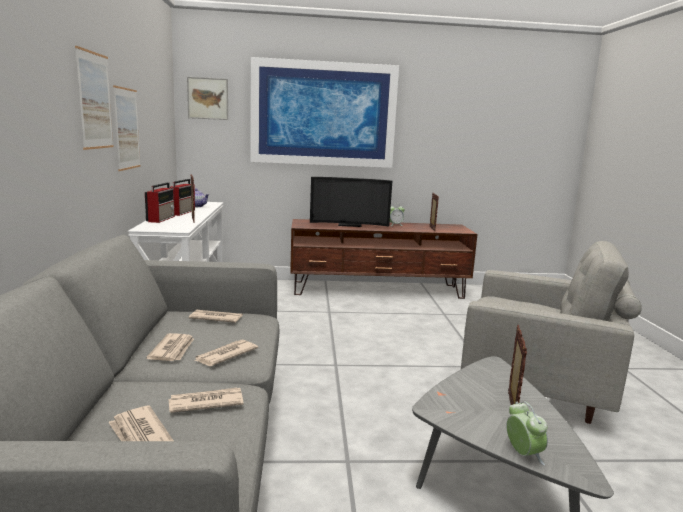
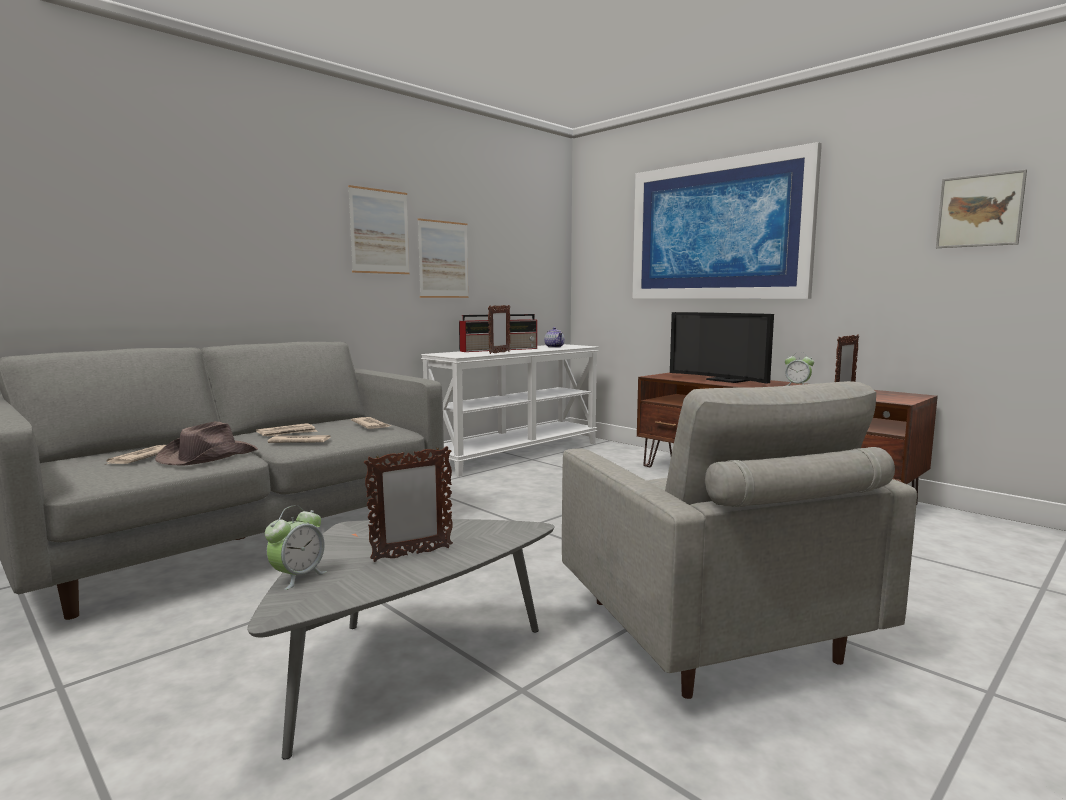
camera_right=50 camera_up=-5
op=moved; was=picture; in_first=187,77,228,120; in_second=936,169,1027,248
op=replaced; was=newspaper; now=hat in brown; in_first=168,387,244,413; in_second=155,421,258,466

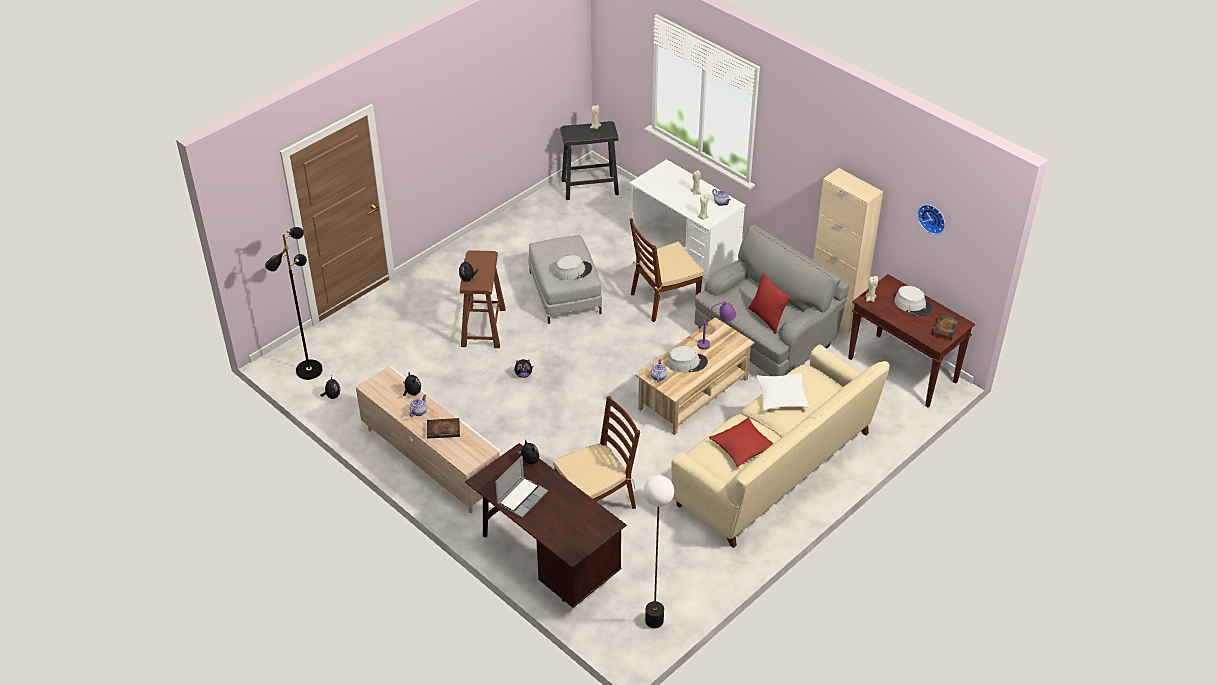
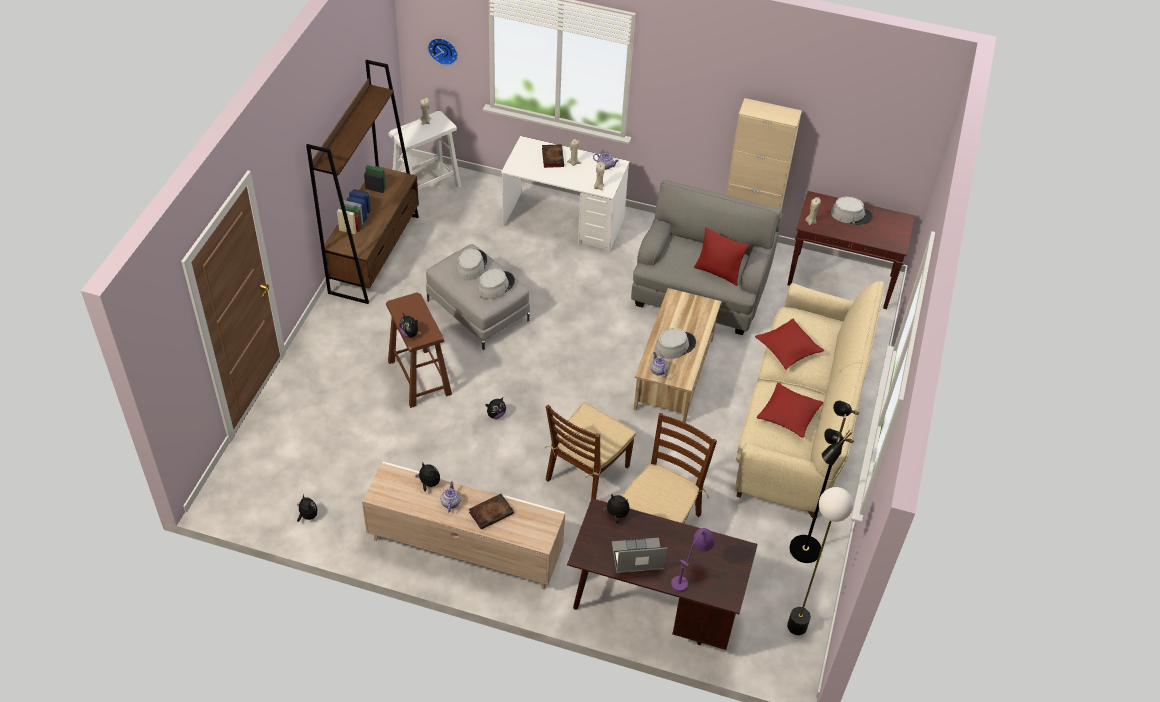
camera_right=-30 camera_up=5
op=added; now=bookcase in brown; in_second=306,60,419,304
op=added; now=hat in grey; in_second=456,248,487,280
op=moved; was=floor lamp in black; in_first=265,227,323,380; in_second=790,400,859,563
op=moved; was=chair in brown; in_first=630,218,704,322; in_second=545,402,636,499
op=moved; was=table lamp in purple; in_first=697,301,736,350; in_second=671,528,715,592
op=moved; was=wall clock; in_first=917,205,945,234; in_second=428,38,458,65
op=moved; was=book; in_first=931,313,959,341; in_second=542,144,564,168
op=recoloured; was=stool in black; now=stool in white; in_first=560,121,619,200; in_second=388,111,461,190
op=recoloured; was=pillow in white; now=pillow in red; in_first=756,373,810,410; in_second=755,319,824,370
op=turned; was=laptop; in_first=495,456,548,518; in_second=612,538,668,573; clockwise=-105

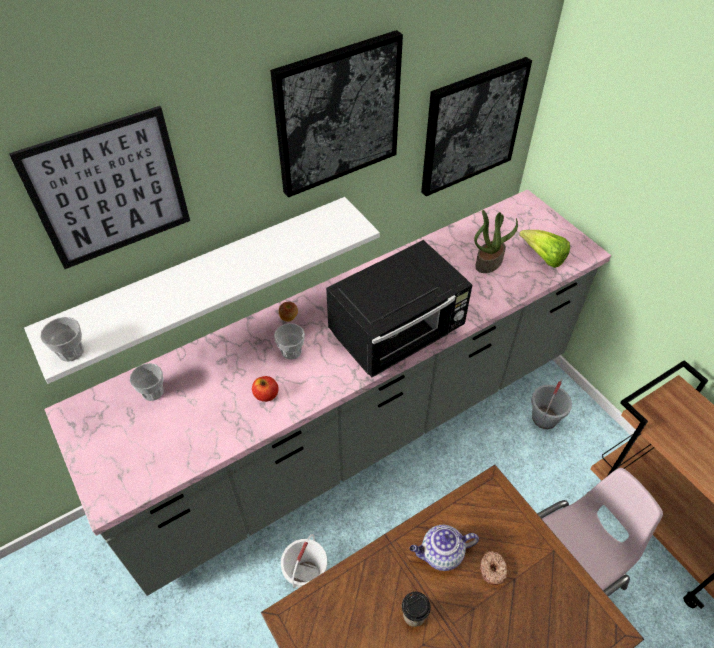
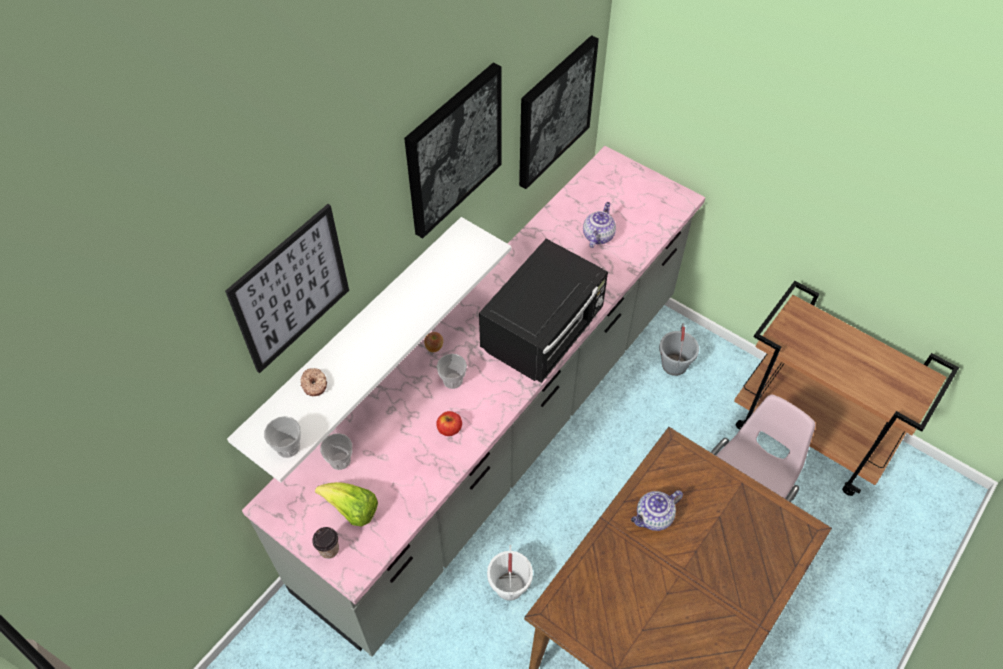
camera_right=-20 camera_up=5
op=moved; was=cup; in_first=402,592,431,627; in_second=312,527,339,559
op=moved; was=donut; in_first=480,551,507,585; in_second=301,368,327,396
op=moved; was=lettuce; in_first=519,230,570,268; in_second=315,482,378,526
op=replaced; was=potted plant; now=teapot; in_first=474,210,518,273; in_second=583,202,616,248

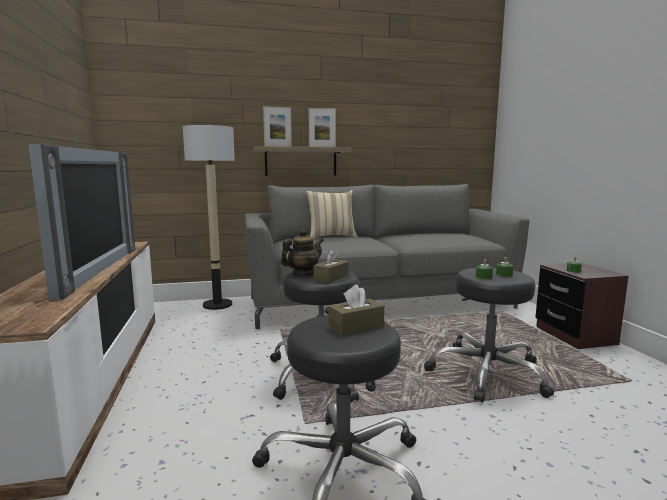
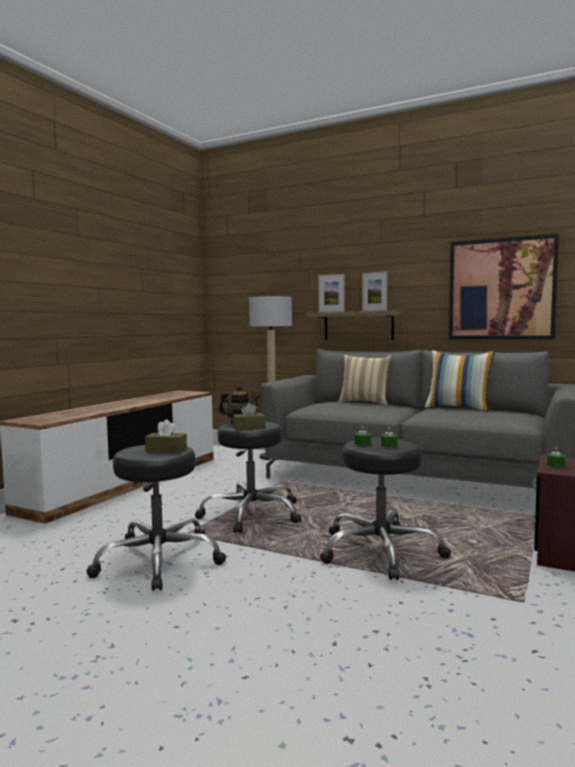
camera_right=40 camera_up=-5
op=removed; was=television; in_first=28,144,136,300
op=added; now=pillow; in_second=425,350,495,412
op=added; now=picture; in_second=449,234,559,339

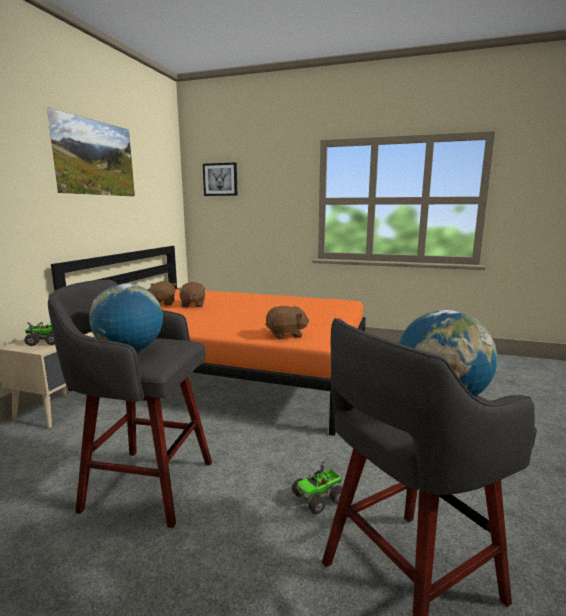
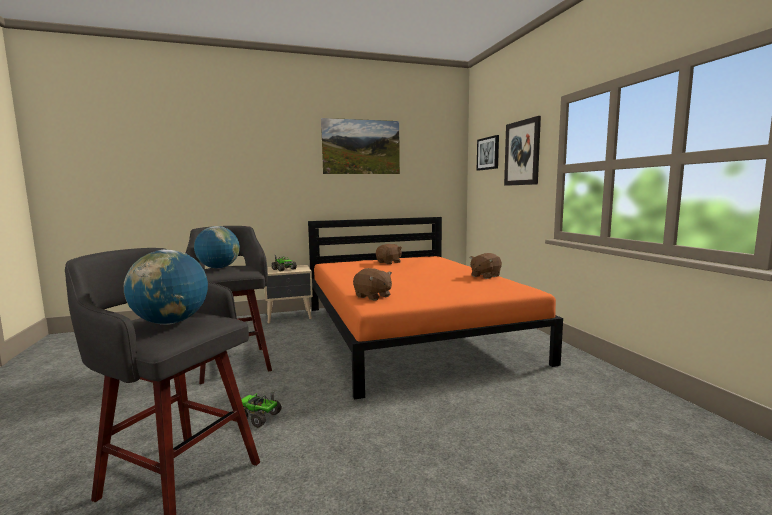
camera_right=55 camera_up=-5
op=added; now=picture; in_second=504,116,541,186
op=moved; was=plush toy in brown; in_first=178,282,205,308; in_second=470,253,502,279

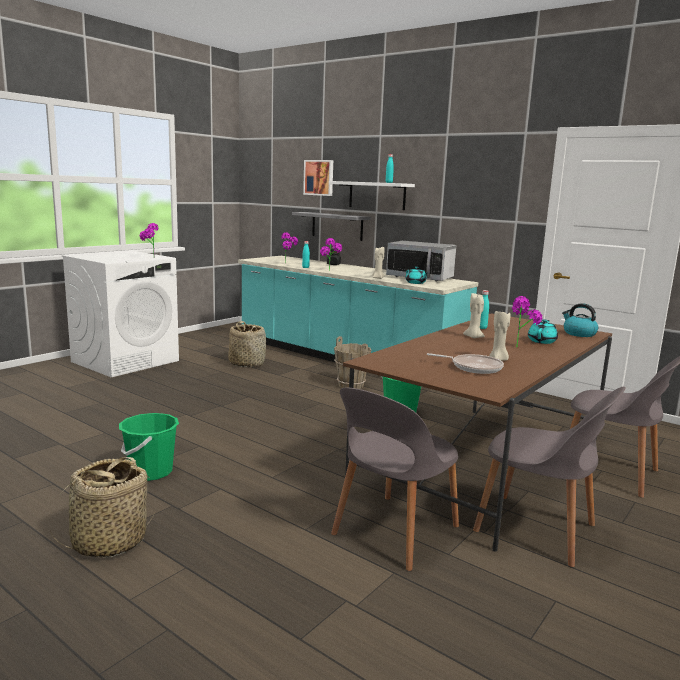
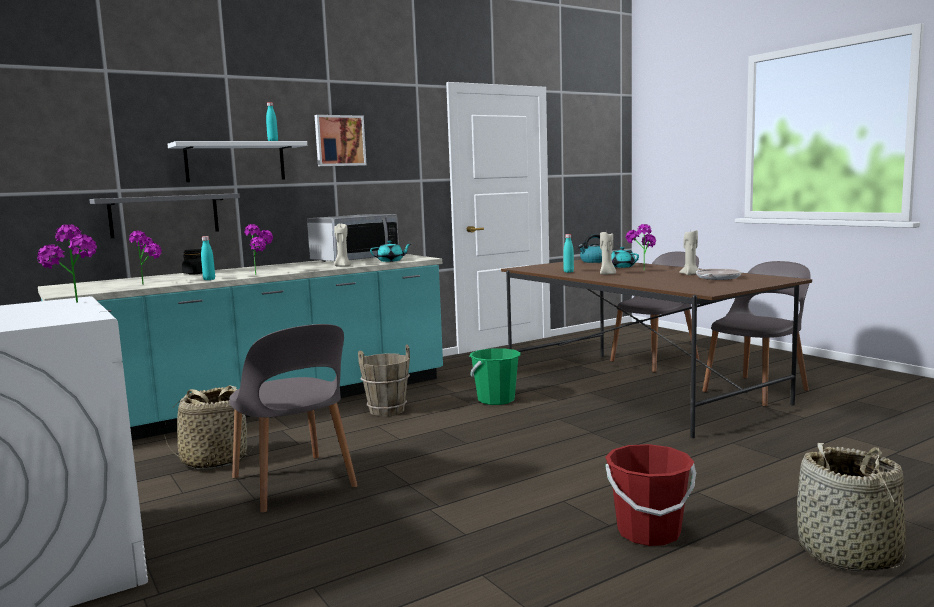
camera_right=-70 camera_up=-5
op=moved; was=picture; in_first=303,160,333,196; in_second=315,115,366,166
op=moved; was=chair in grey; in_first=331,387,459,571; in_second=229,324,358,513
op=recoloured; was=bucket in green; now=bucket in red; in_first=119,413,179,481; in_second=605,444,696,546

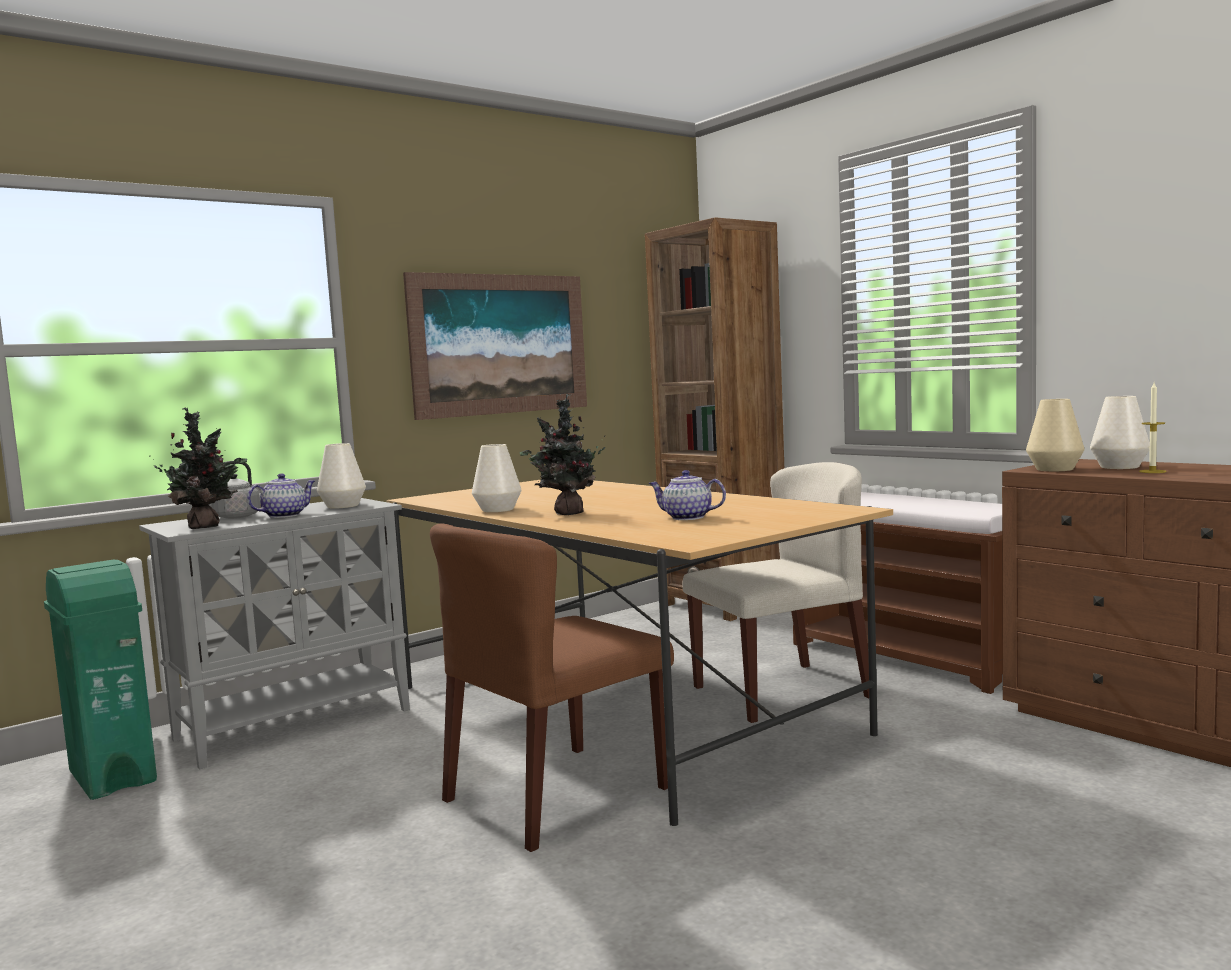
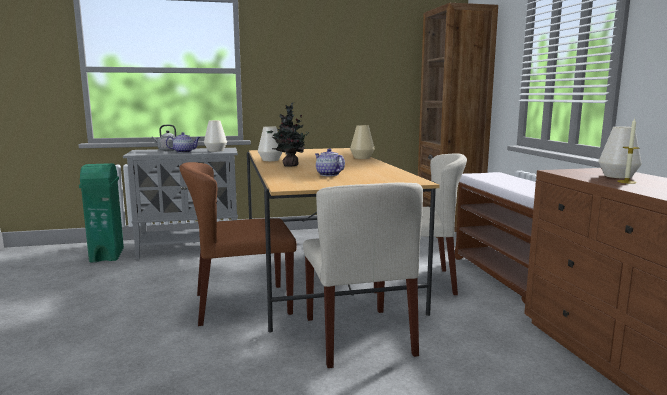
camera_right=25 camera_up=5
op=removed; was=potted plant; in_first=149,408,247,529
op=removed; was=picture; in_first=403,272,587,420
op=added; now=chair in beige; in_second=303,183,423,368
op=moved; was=vase in beige; in_first=1026,399,1085,471; in_second=350,125,375,159

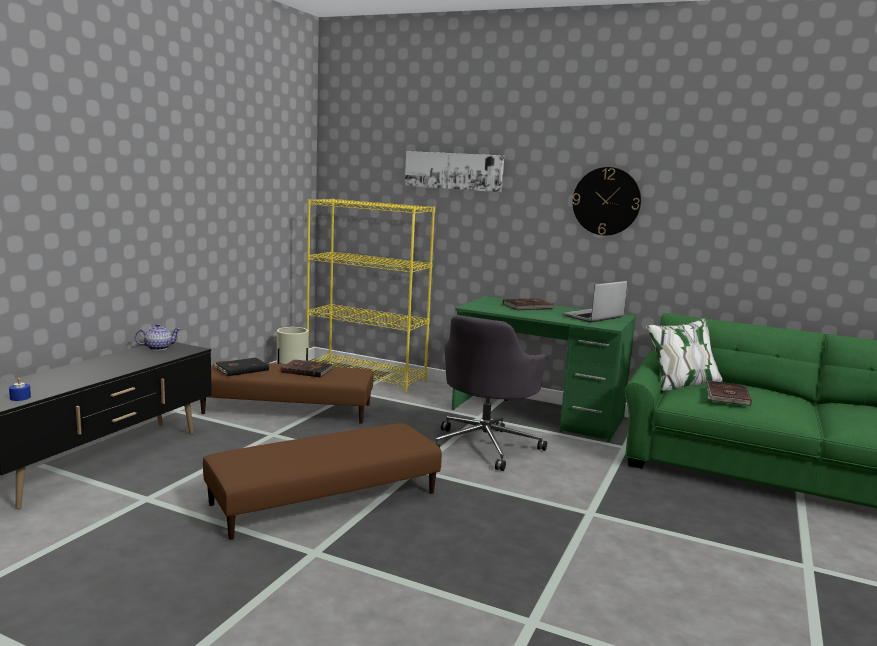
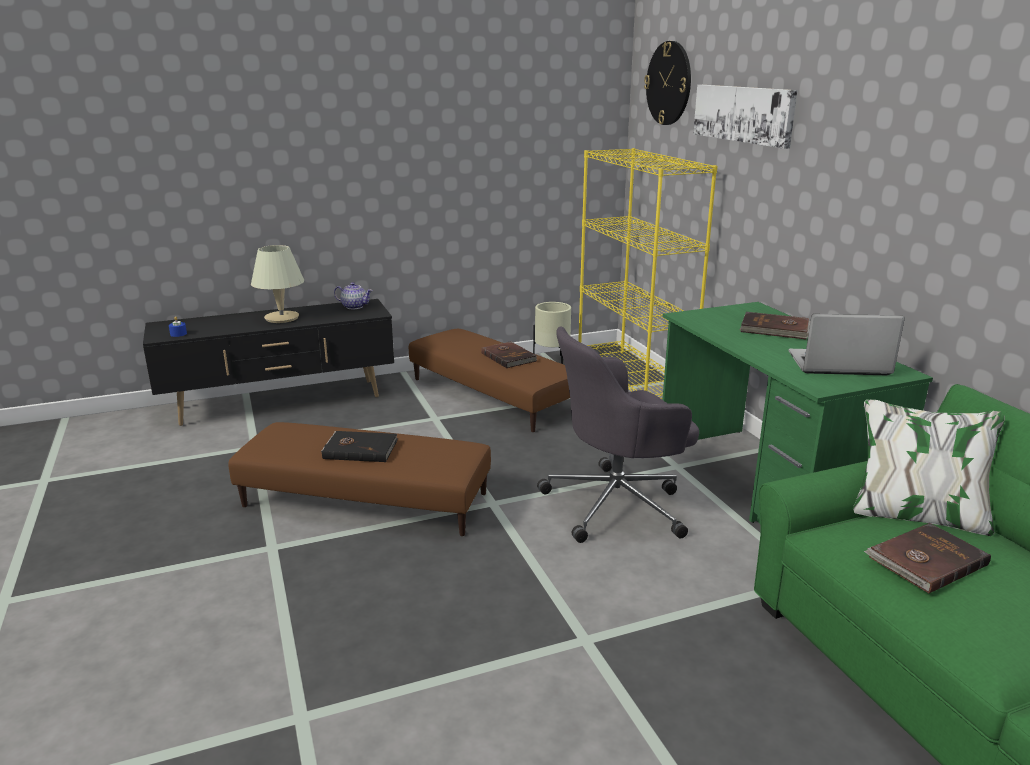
camera_right=45 camera_up=10
op=added; now=table lamp in beige; in_second=251,245,304,323
op=moved; was=book in black; in_first=215,358,269,376; in_second=321,431,398,462
op=moved; was=wall clock; in_first=572,167,641,236; in_second=644,41,691,125

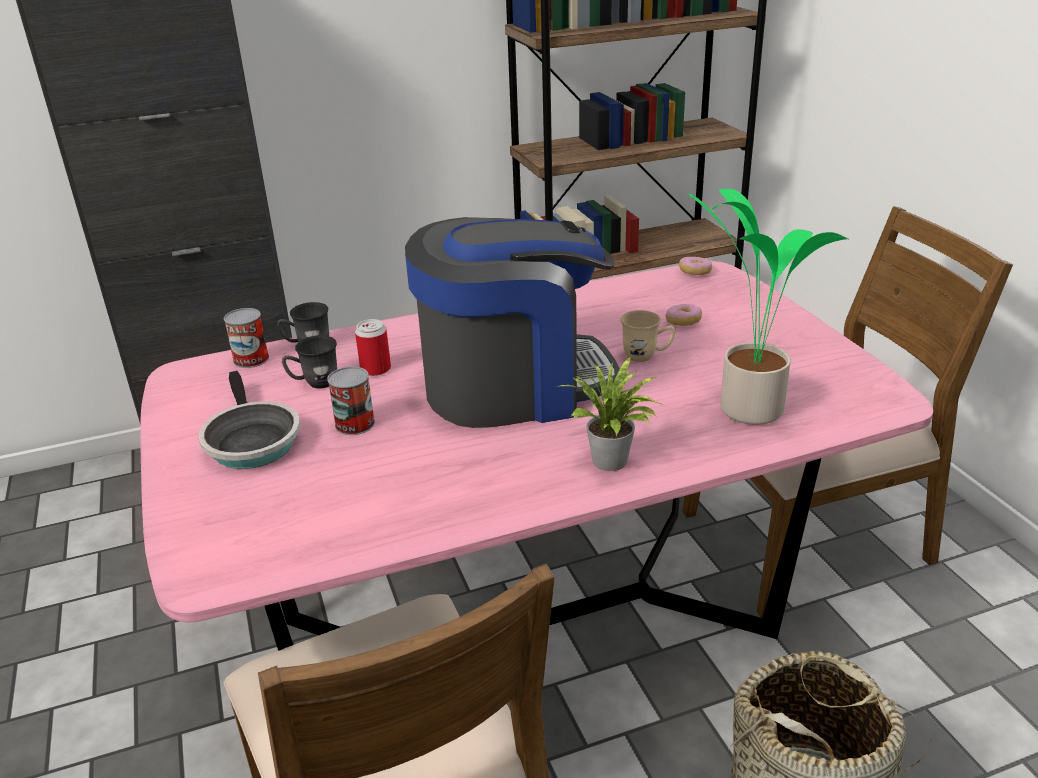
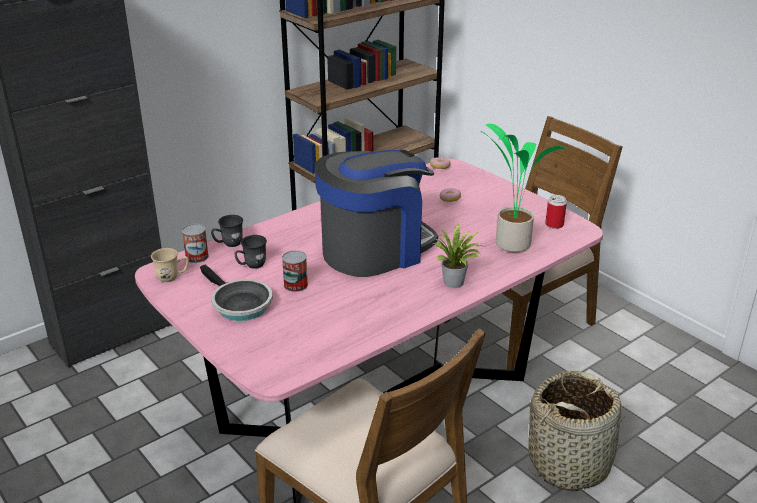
camera_right=-20 camera_up=0
op=moved; was=can; in_first=355,319,391,376; in_second=545,195,567,229
op=moved; was=mug in beige; in_first=621,310,675,362; in_second=151,248,189,283

